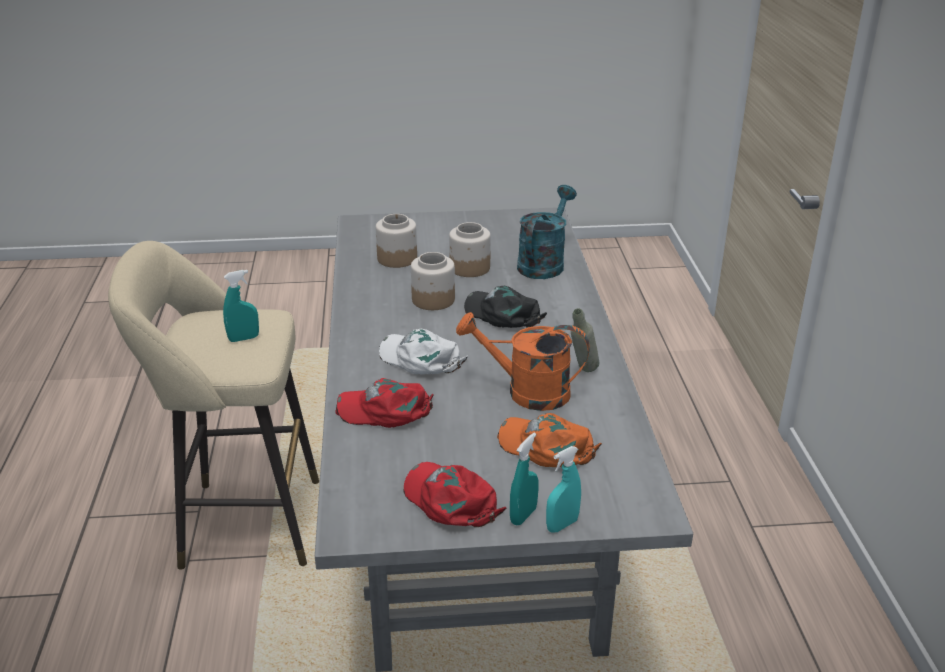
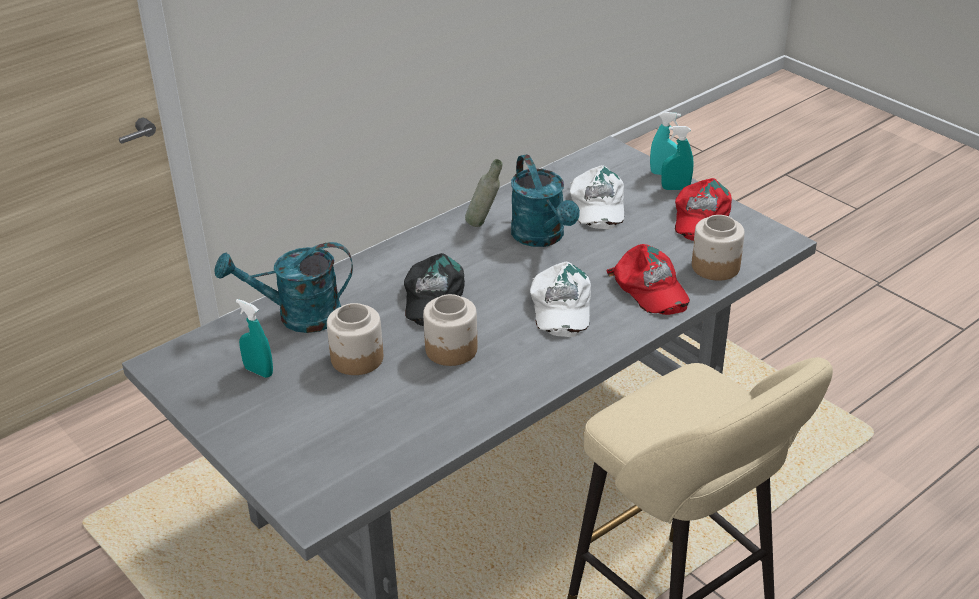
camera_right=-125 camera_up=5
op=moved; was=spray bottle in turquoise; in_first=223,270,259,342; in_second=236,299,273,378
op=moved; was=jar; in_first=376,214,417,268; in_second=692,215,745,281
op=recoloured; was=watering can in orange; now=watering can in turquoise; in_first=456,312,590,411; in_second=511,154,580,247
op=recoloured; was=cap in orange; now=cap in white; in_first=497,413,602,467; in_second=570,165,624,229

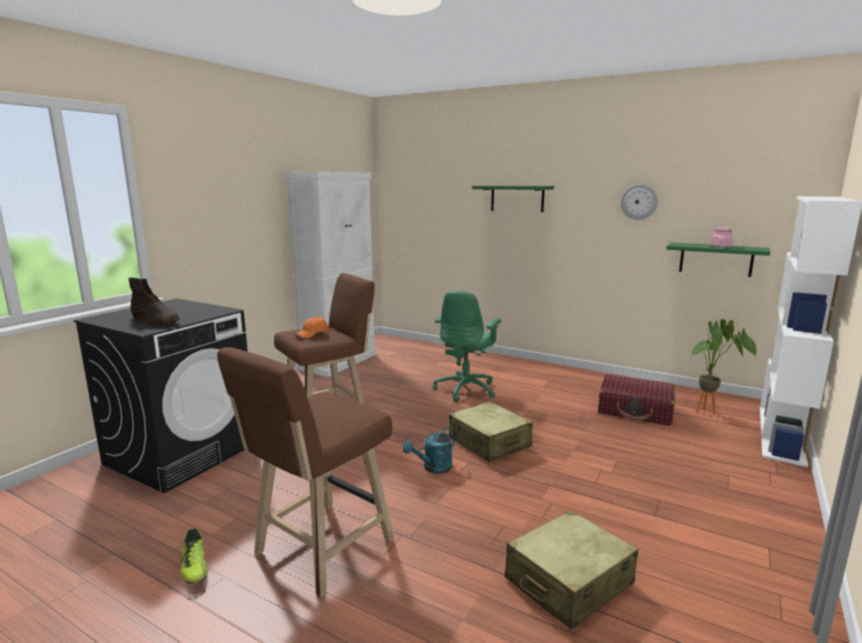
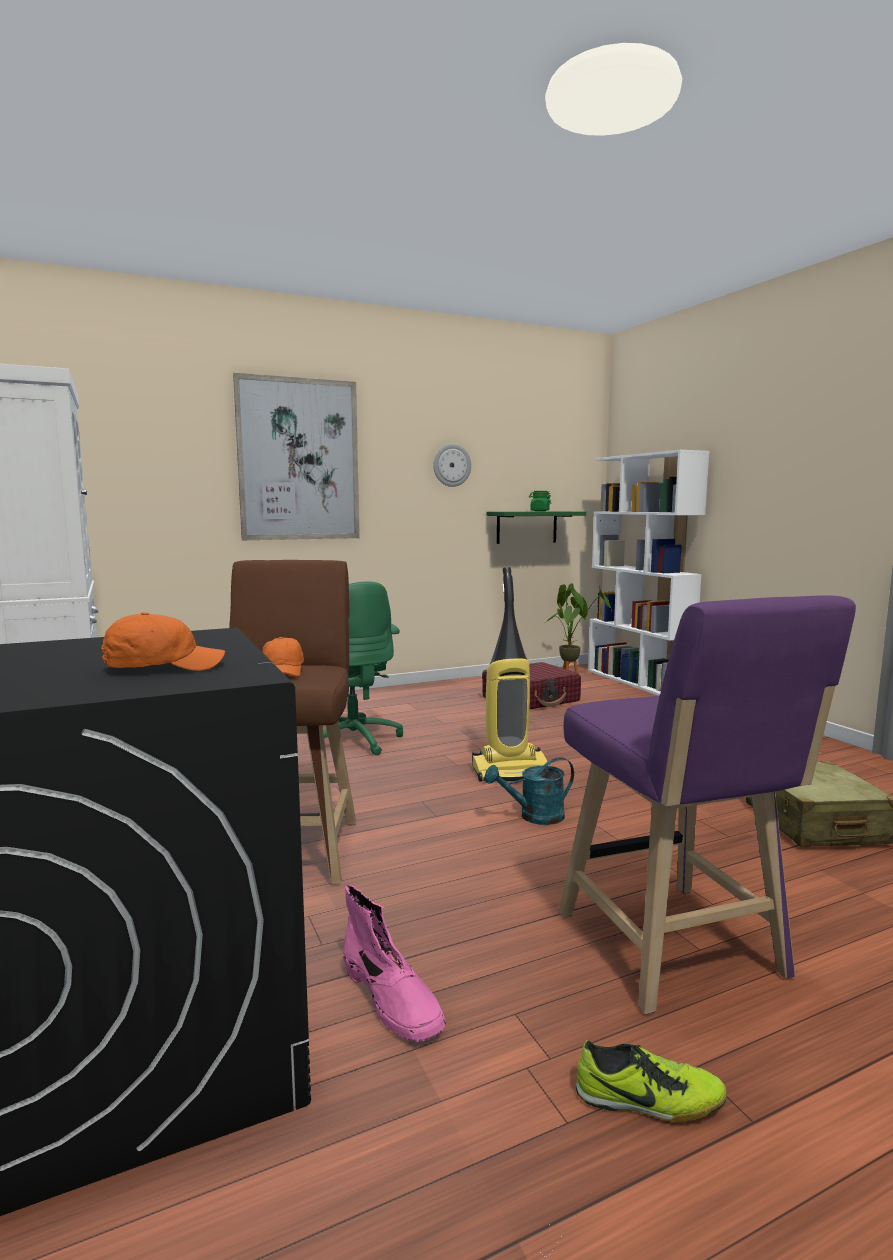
camera_right=-55 camera_up=-5
op=added; now=boot in pink; in_second=343,885,446,1042
op=replaced; was=boot in brown; now=cap in orange; in_first=128,277,180,325; in_second=101,612,225,671
op=replaced; was=suitcase in beige; now=vacuum cleaner; in_first=449,401,533,462; in_second=472,567,549,782
op=replaced; was=shelf in green; now=picture; in_first=472,185,554,212; in_second=233,373,360,540
op=recoloured; was=stool in brown; now=stool in purple; in_first=217,347,394,597; in_second=559,595,856,1015
op=recoloured; was=jar in pink; now=jar in green; in_first=710,227,733,247; in_second=529,491,551,511
op=turned; was=watering can in turquoise; in_first=403,426,456,474; in_second=484,757,574,825; clockwise=75

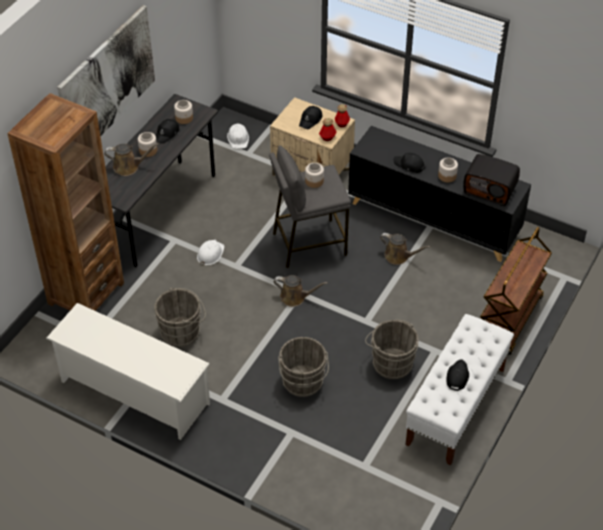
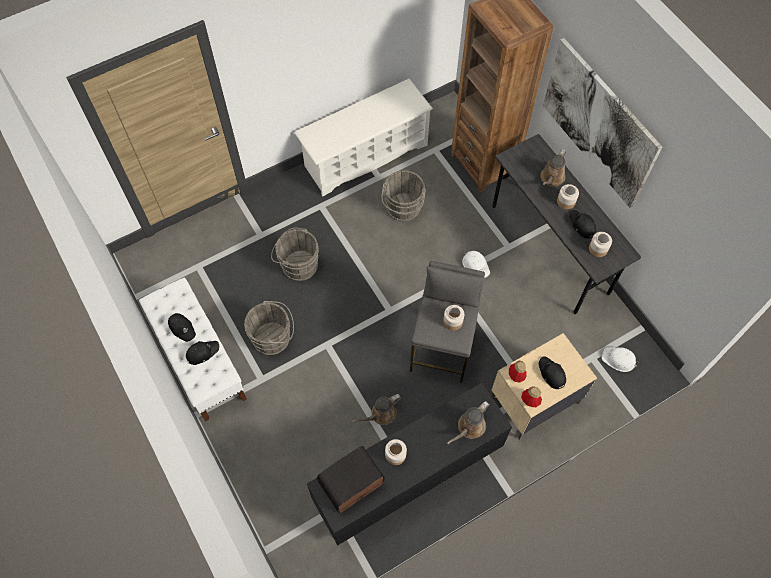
camera_right=120 camera_up=15
op=removed; was=cart in brown; in_first=480,227,552,355
op=moved; was=watering can in brown; in_first=274,275,328,307; in_second=447,401,490,444
op=moved; was=cap in black; in_first=394,153,425,173; in_second=186,341,219,365

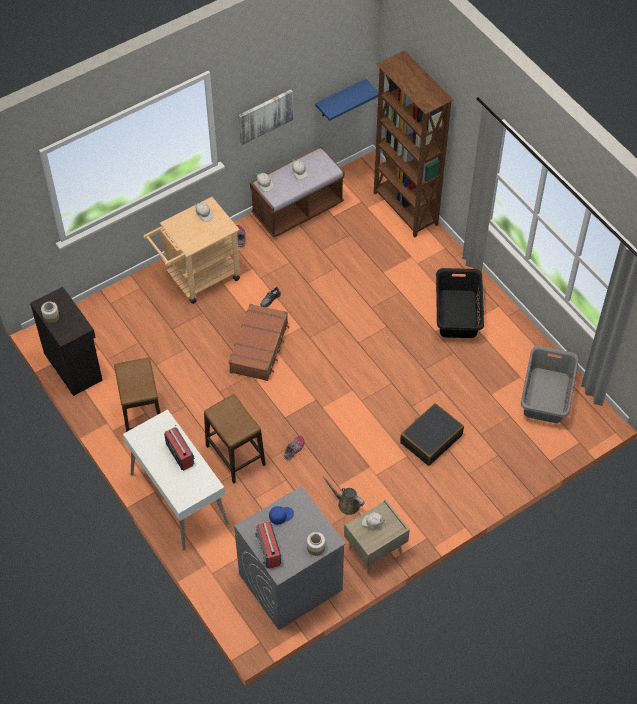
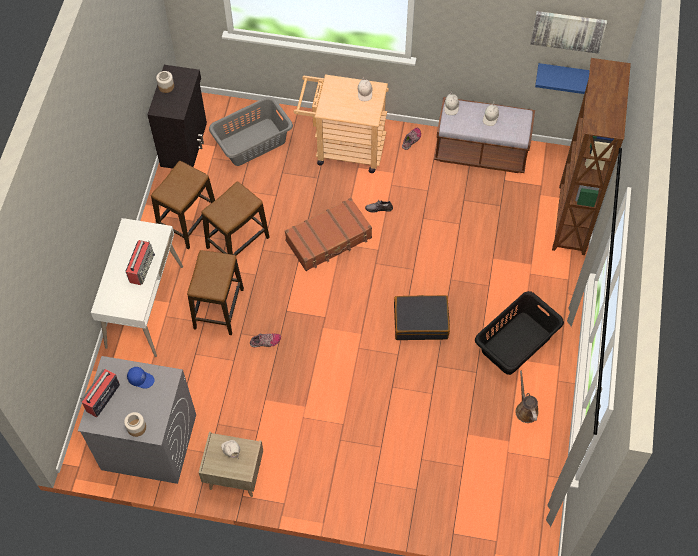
camera_right=45 camera_up=5
op=added; now=stool; in_second=201,181,270,256
op=moved; was=picture; in_first=239,89,294,145; in_second=530,11,607,54
op=moved; was=watering can in brown; in_first=322,477,365,515; in_second=516,371,539,423
op=moved; was=suitcase in black; in_first=400,403,464,466; in_second=394,295,450,340
op=moved; was=laundry basket in grey; in_first=521,346,579,423; in_second=209,97,293,166

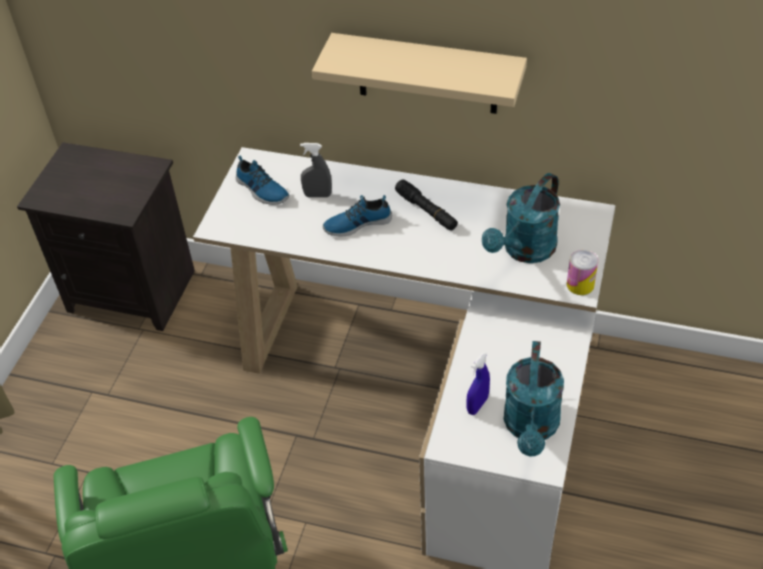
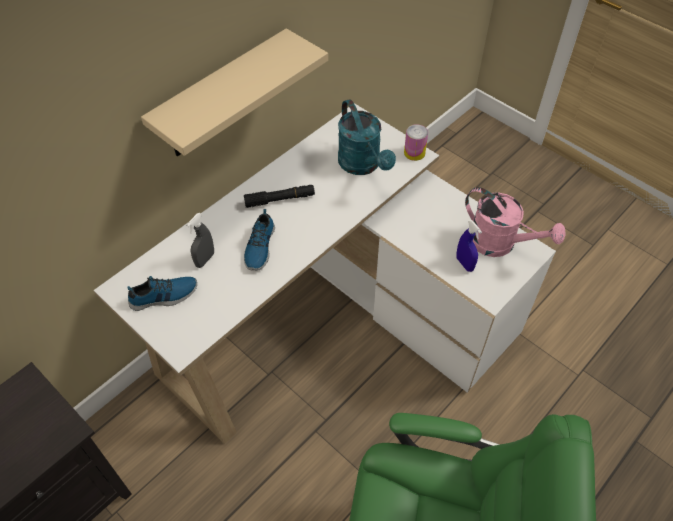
camera_right=-65 camera_up=5
op=recoloured; was=watering can in turquoise; now=watering can in pink; in_first=504,341,564,457; in_second=465,187,566,257

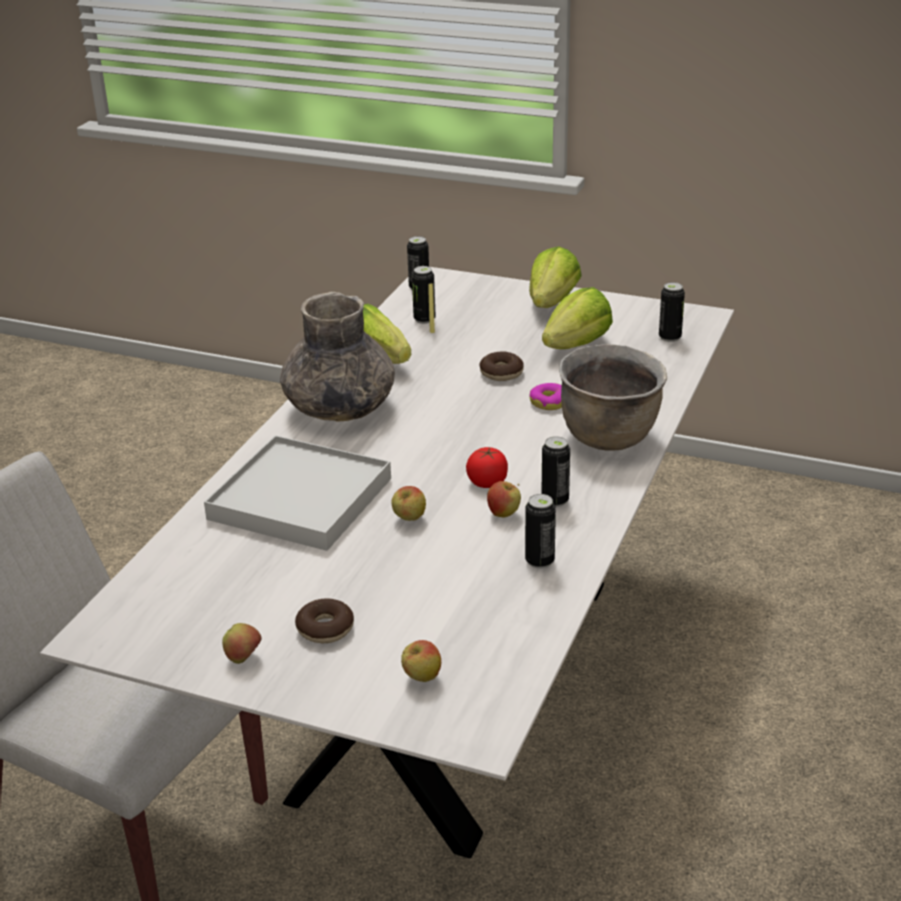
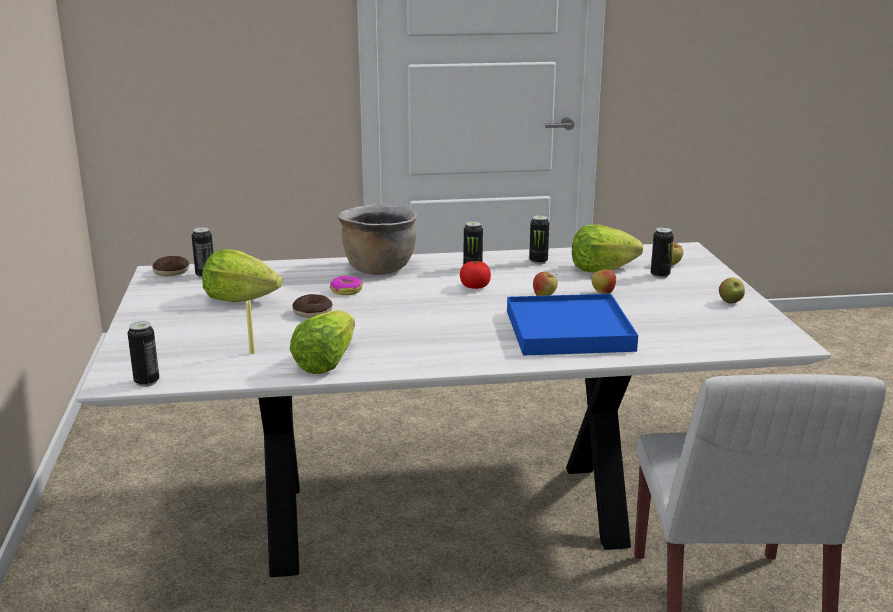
camera_right=-120 camera_up=-10
op=removed; was=vase in grey; in_first=280,292,395,422
op=moved; was=donut; in_first=295,598,354,643; in_second=152,256,189,276
op=moved; was=can; in_first=412,266,435,324; in_second=651,227,674,278
op=moved; was=apple; in_first=487,481,521,518; in_second=591,268,616,294
op=moved; was=lettuce; in_first=529,246,582,308; in_second=572,225,643,272
op=recoloured; was=tray in white; now=tray in blue; in_first=204,435,391,551; in_second=507,294,638,356

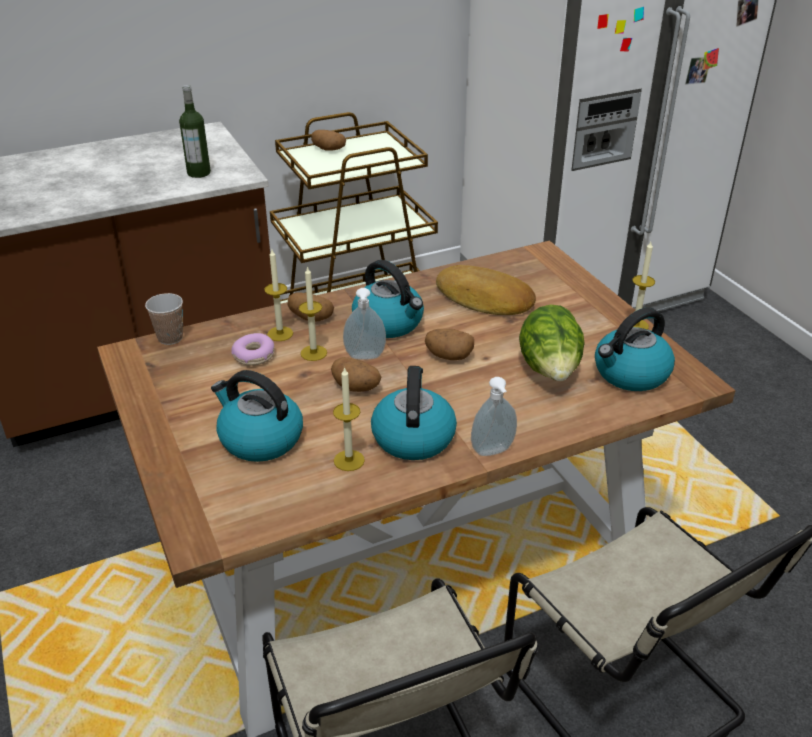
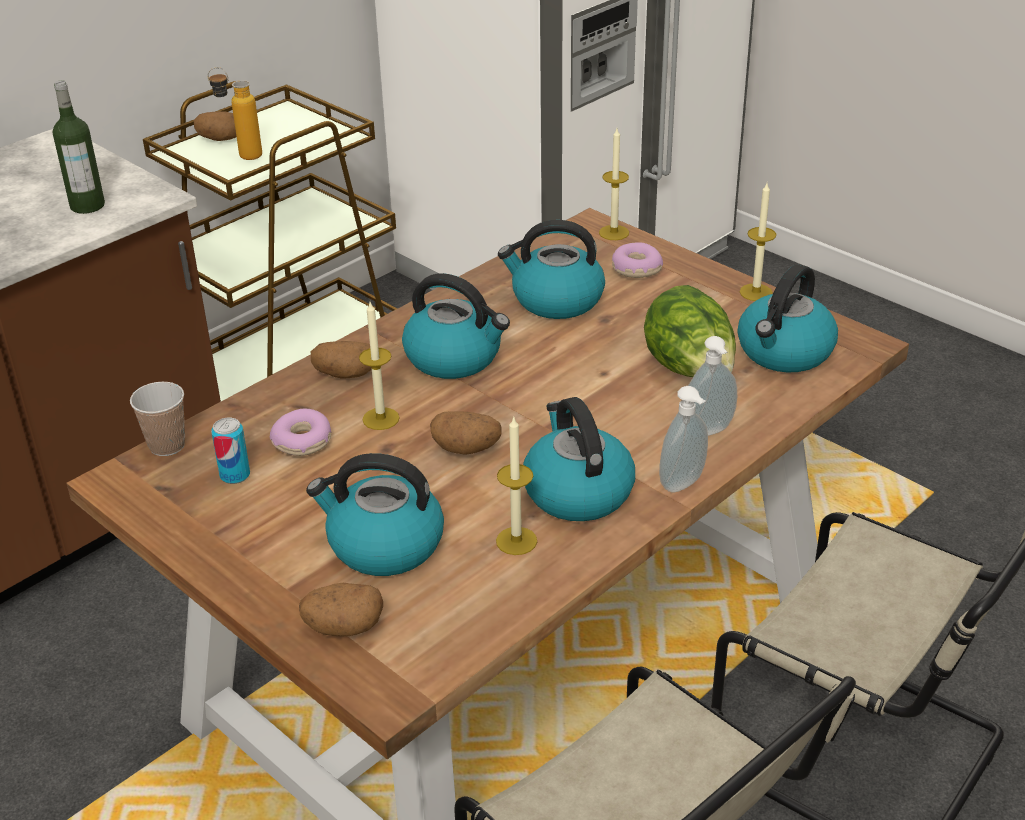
camera_right=-20 camera_up=0
op=added; now=bottle; in_second=208,67,262,160
op=added; now=can; in_second=211,418,250,484
op=added; now=donut; in_second=612,242,663,278
op=moved; was=candle; in_first=264,250,293,341; in_second=599,129,629,240
op=moved; was=soap dispenser; in_first=343,288,386,360; in_second=688,336,737,436
op=moved; was=potato; in_first=425,329,474,360; in_second=299,583,383,636
op=replaced; was=bread; now=kettle; in_first=436,265,536,315; in_second=498,220,605,319

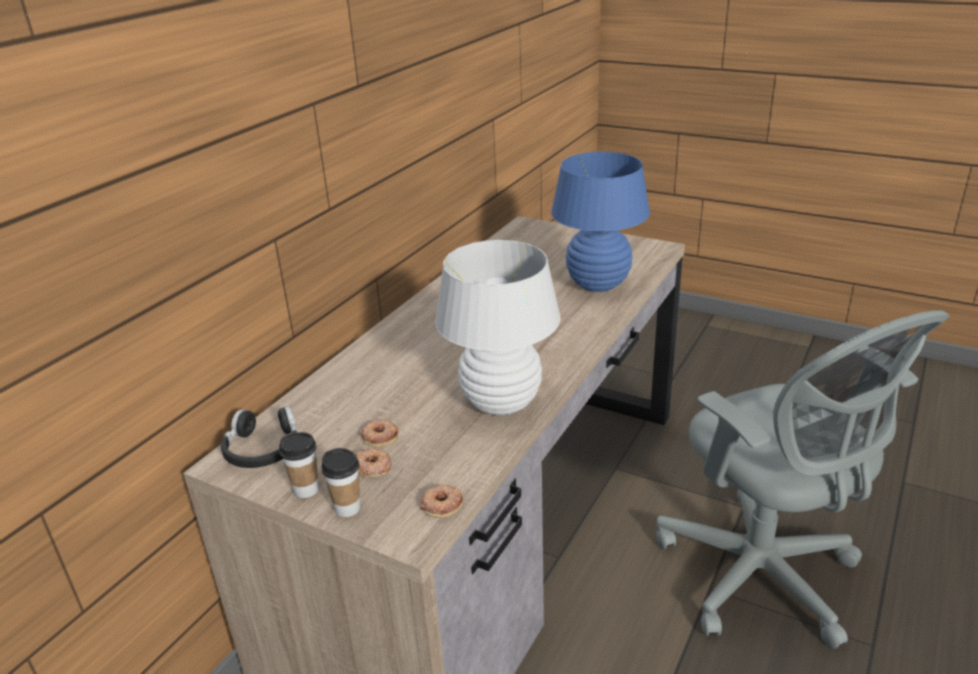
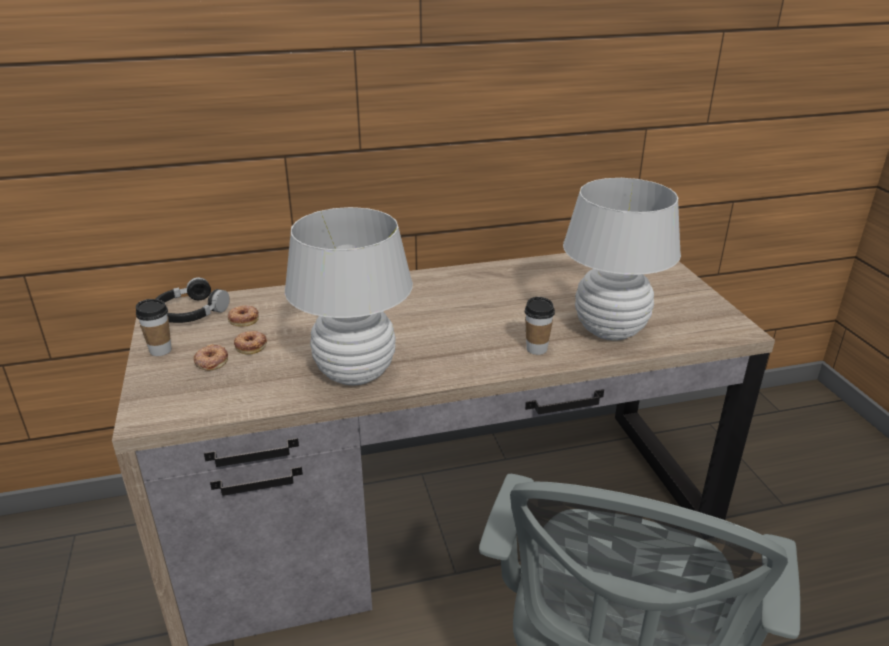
camera_right=45 camera_up=0
op=moved; was=cup; in_first=321,448,360,517; in_second=524,297,555,355
op=moved; was=donut; in_first=420,484,463,518; in_second=228,305,259,327
op=recoloured; was=table lamp in blue; now=table lamp in white; in_first=551,152,650,292; in_second=563,178,681,340

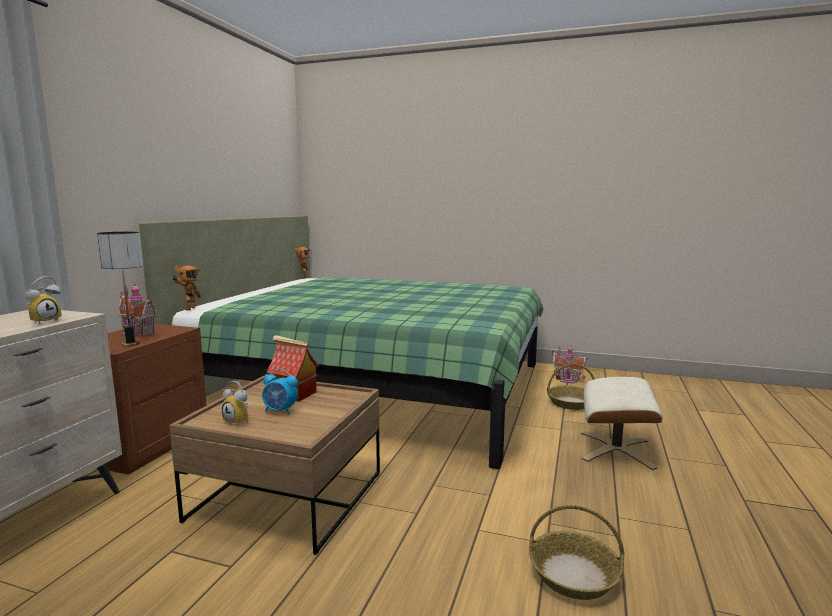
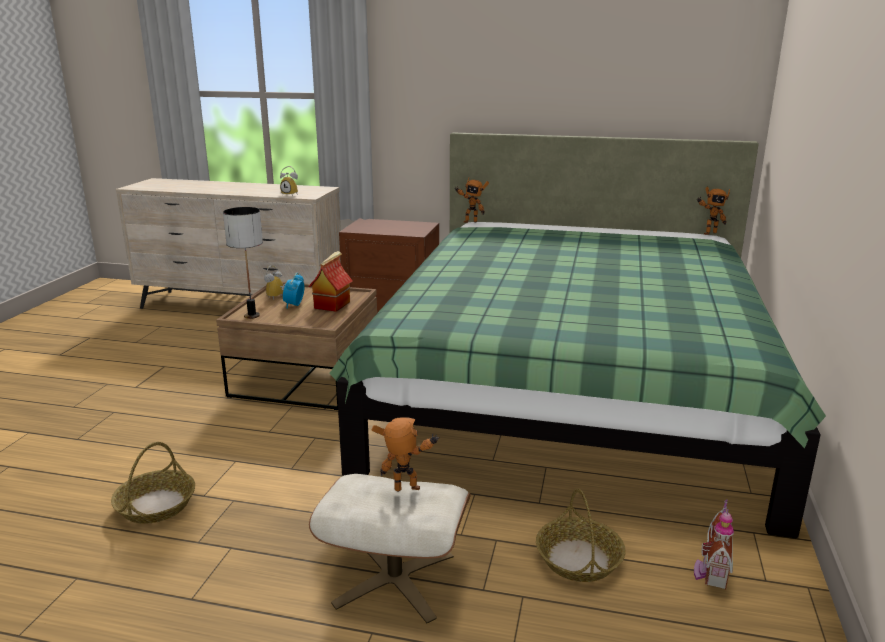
camera_right=85 camera_up=10
op=removed; was=toy house; in_first=118,283,157,337
op=added; now=toy robot; in_second=371,417,440,492
op=moved; was=table lamp; in_first=97,232,143,346; in_second=223,207,263,319

